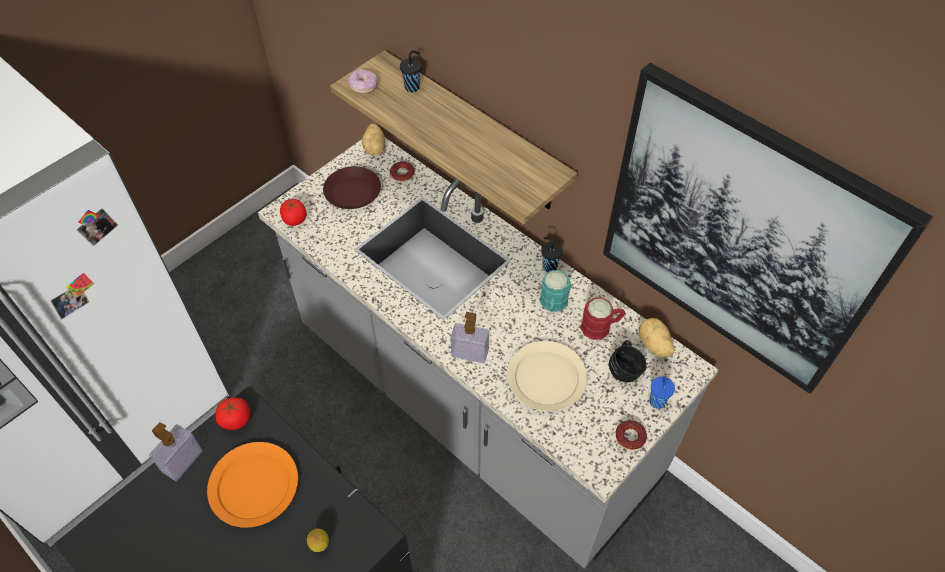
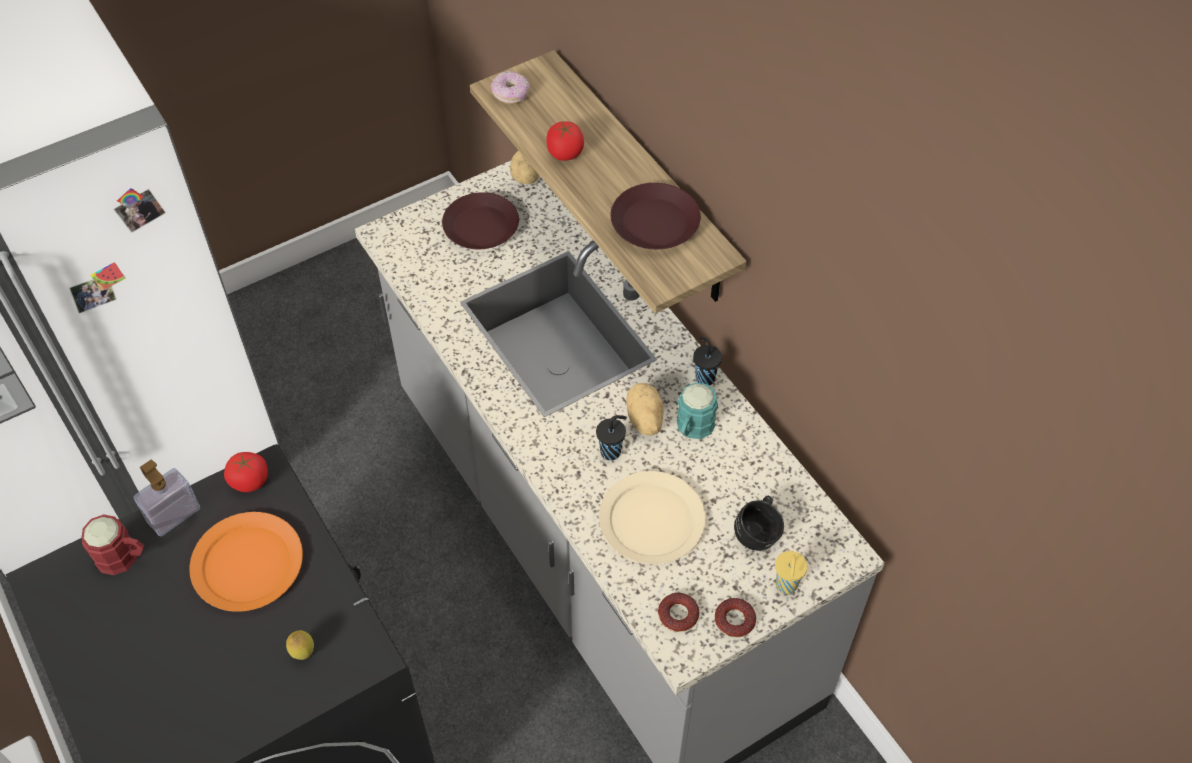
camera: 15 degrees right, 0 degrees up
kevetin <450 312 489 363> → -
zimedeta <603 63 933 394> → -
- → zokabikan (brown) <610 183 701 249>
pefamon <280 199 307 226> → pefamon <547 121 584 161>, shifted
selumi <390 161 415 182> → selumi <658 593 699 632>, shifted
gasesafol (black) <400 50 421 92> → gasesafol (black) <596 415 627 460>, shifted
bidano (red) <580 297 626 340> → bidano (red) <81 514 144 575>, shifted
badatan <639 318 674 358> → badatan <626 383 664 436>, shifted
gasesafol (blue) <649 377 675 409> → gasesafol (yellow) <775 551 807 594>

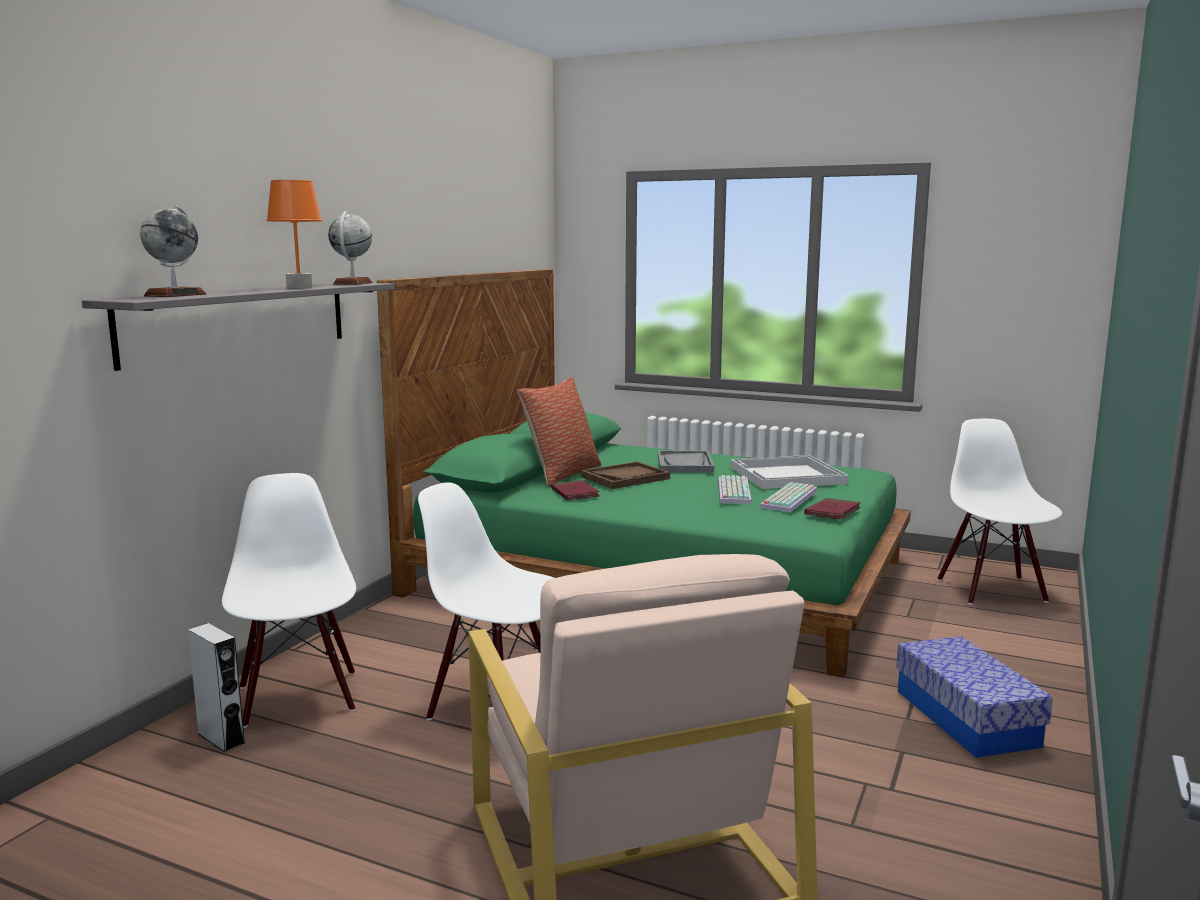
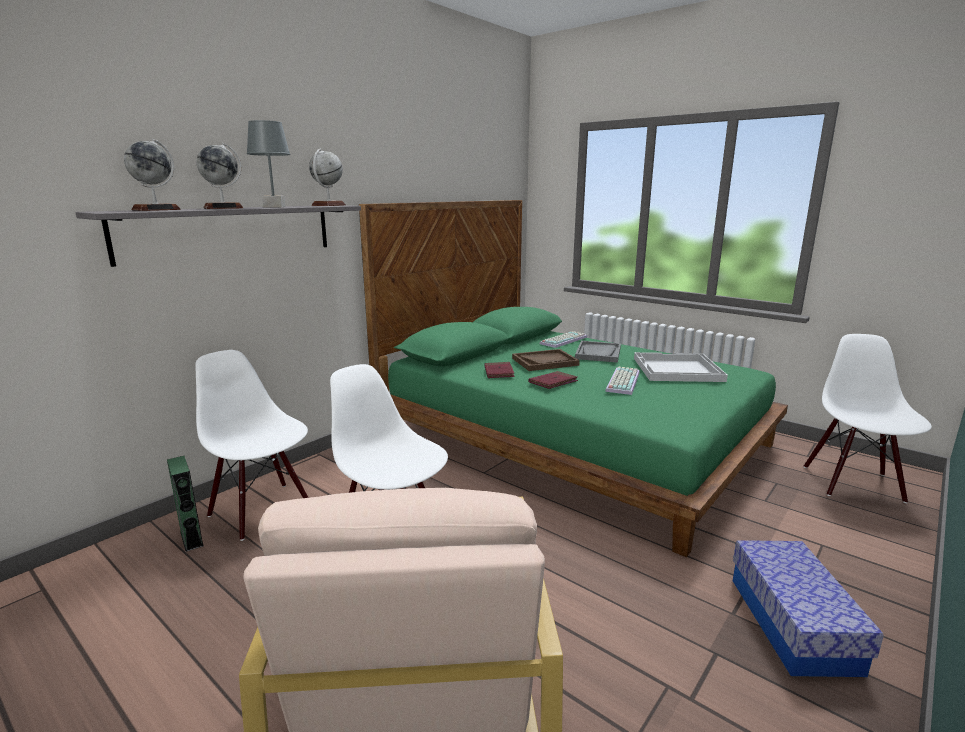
camera: 15 degrees right, 5 degrees up
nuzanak <517 377 601 487> → -
- → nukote <196 143 244 209>
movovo <759 482 818 512> → movovo <540 331 587 348>, shifted
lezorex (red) <804 498 861 519> → lezorex (red) <529 371 578 389>, shifted
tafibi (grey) <188 623 245 753> → tafibi (green) <167 456 204 552>
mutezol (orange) <266 180 323 289> → mutezol (grey) <246 120 291 207>
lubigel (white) <222 473 356 728> → lubigel (white) <195 350 309 541>, 45 degrees counterclockwise

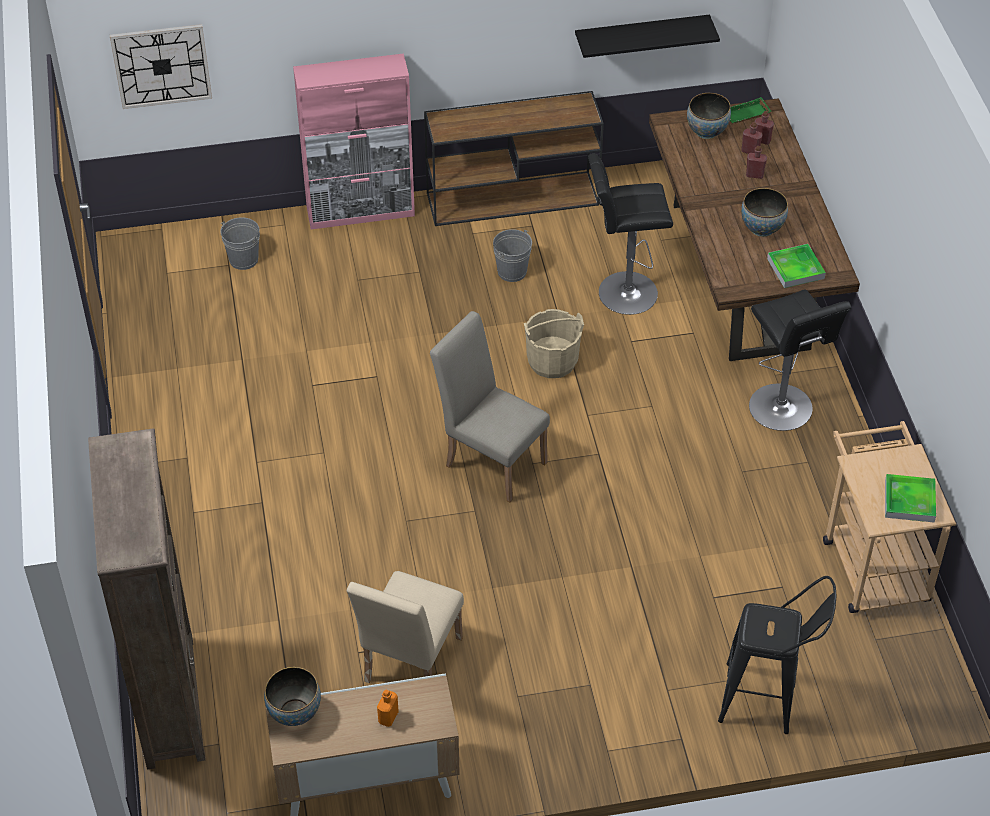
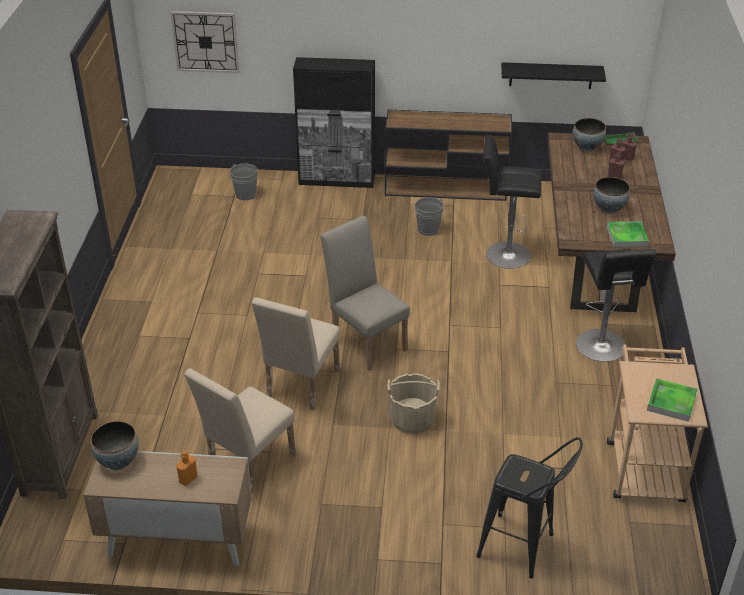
camera: 15 degrees right, 10 degrees down
- → lubigel (beige) <251 297 340 410>
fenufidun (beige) <524 309 584 378> → fenufidun (beige) <387 373 440 434>, shifted
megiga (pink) <293 54 415 229> → megiga (black) <293 57 375 188>

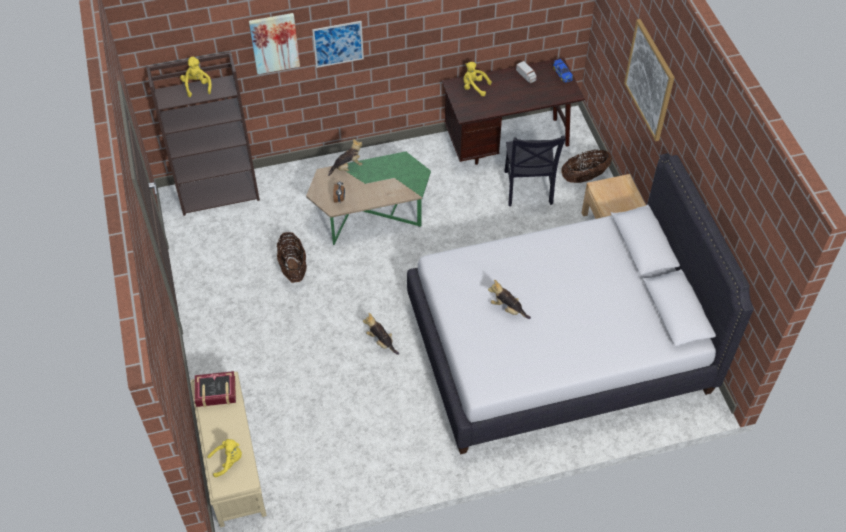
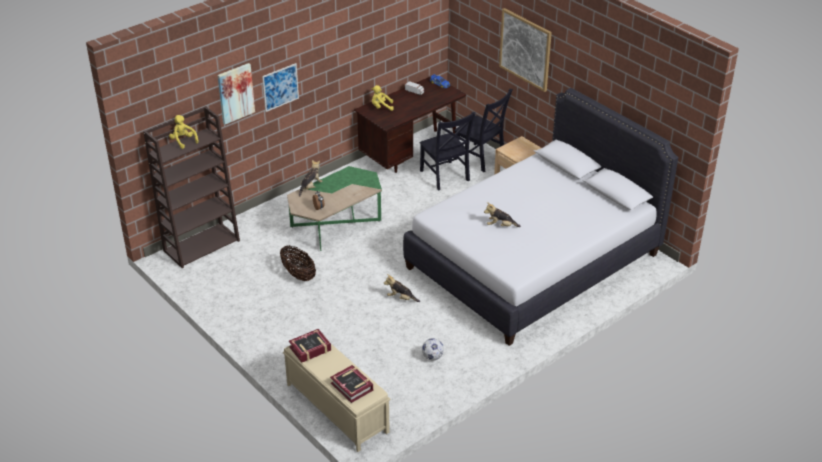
camera: 25 degrees left, 15 degrees down
- → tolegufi <422 338 444 361>
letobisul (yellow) <207 439 242 478> → lezorex <330 365 373 403>
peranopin <561 149 612 183> → lubigel (black) <454 89 513 172>

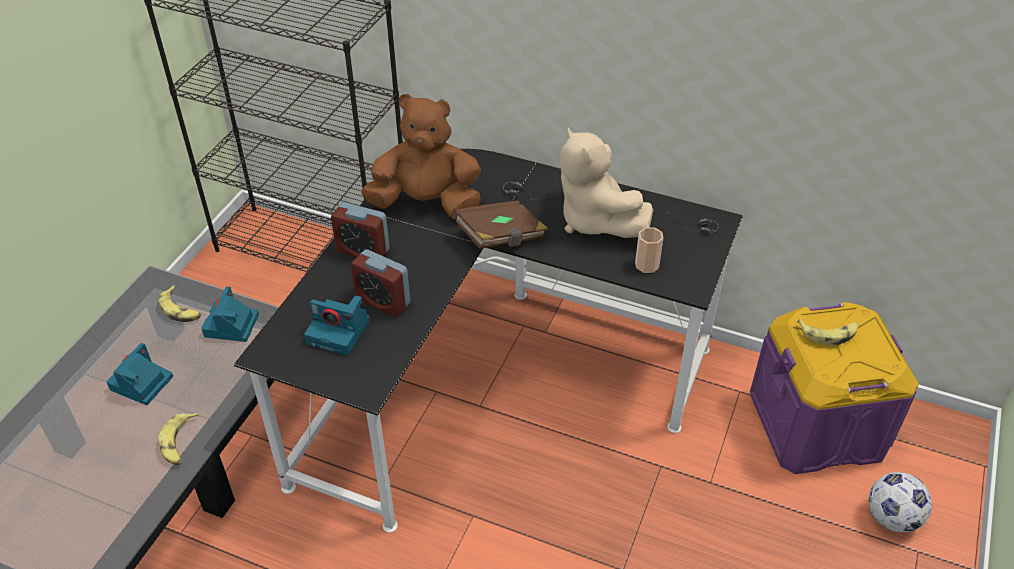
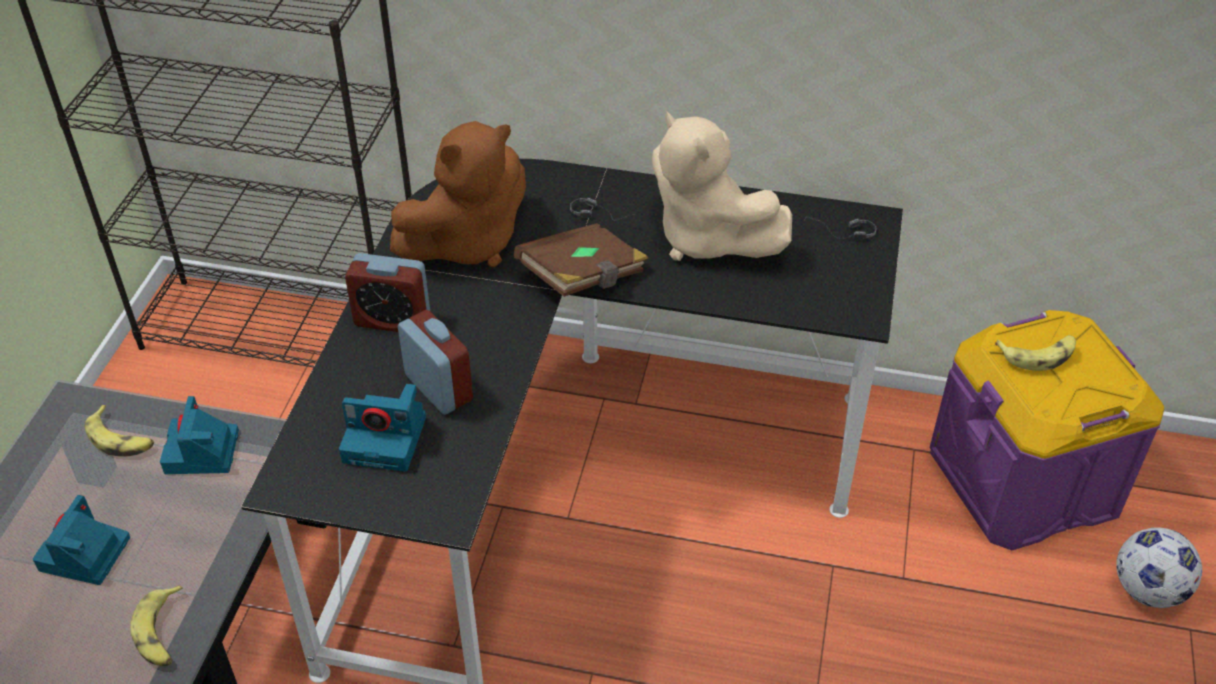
camera: 10 degrees left, 0 degrees up
gasesafol <635 227 663 273> → -
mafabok <351 249 410 317> → mafabok <398 310 473 415>, 150 degrees counterclockwise
letobisul (brown) <361 94 481 218> → letobisul (brown) <390 121 526 267>, 150 degrees clockwise

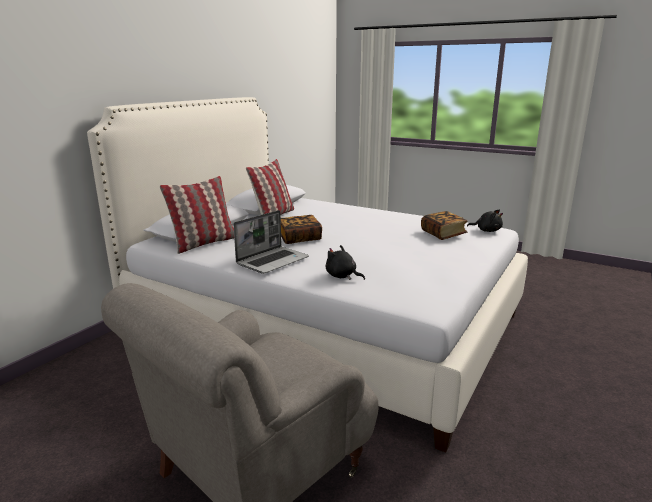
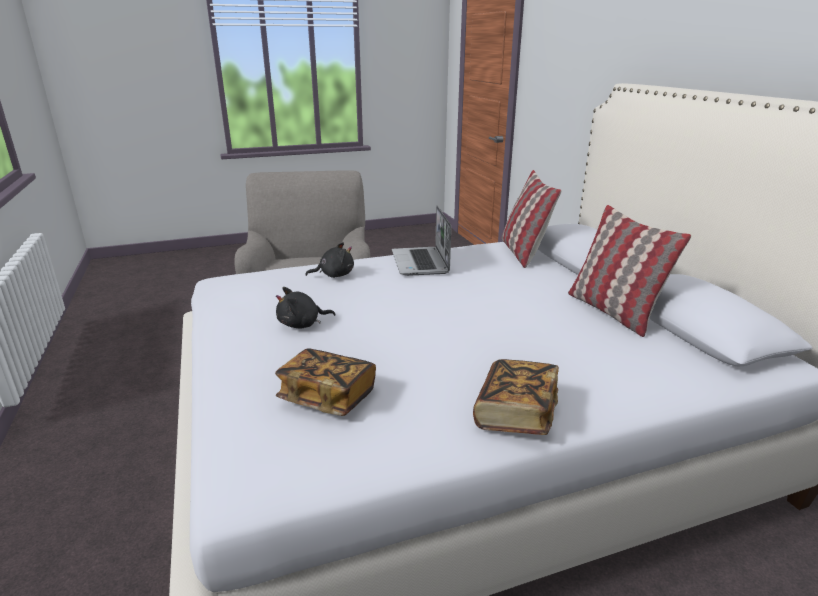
camera: 130 degrees right, 5 degrees up
lezorex <281 215 322 244> → lezorex <473 359 559 435>, shifted
letobisul (black) <467 210 503 232> → letobisul (black) <276 287 336 328>, shifted

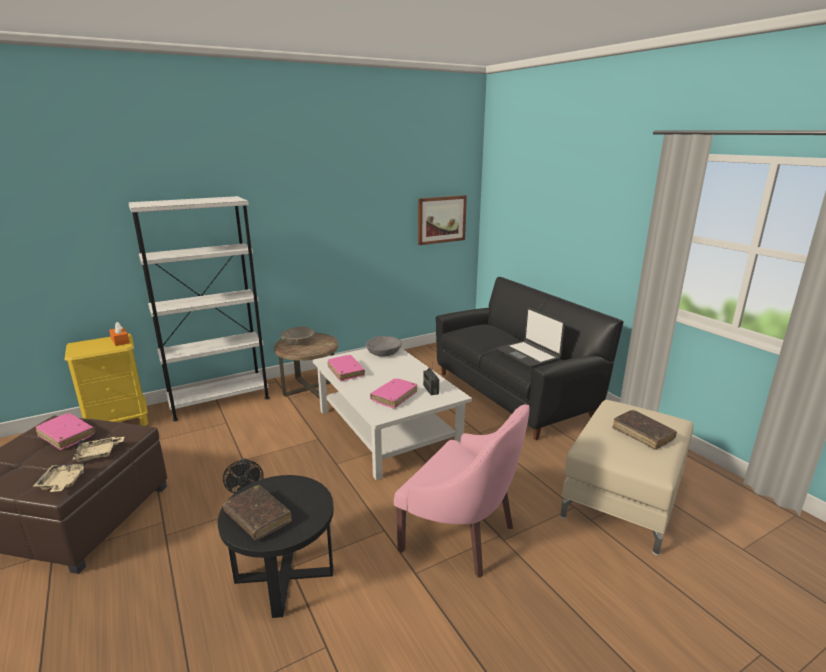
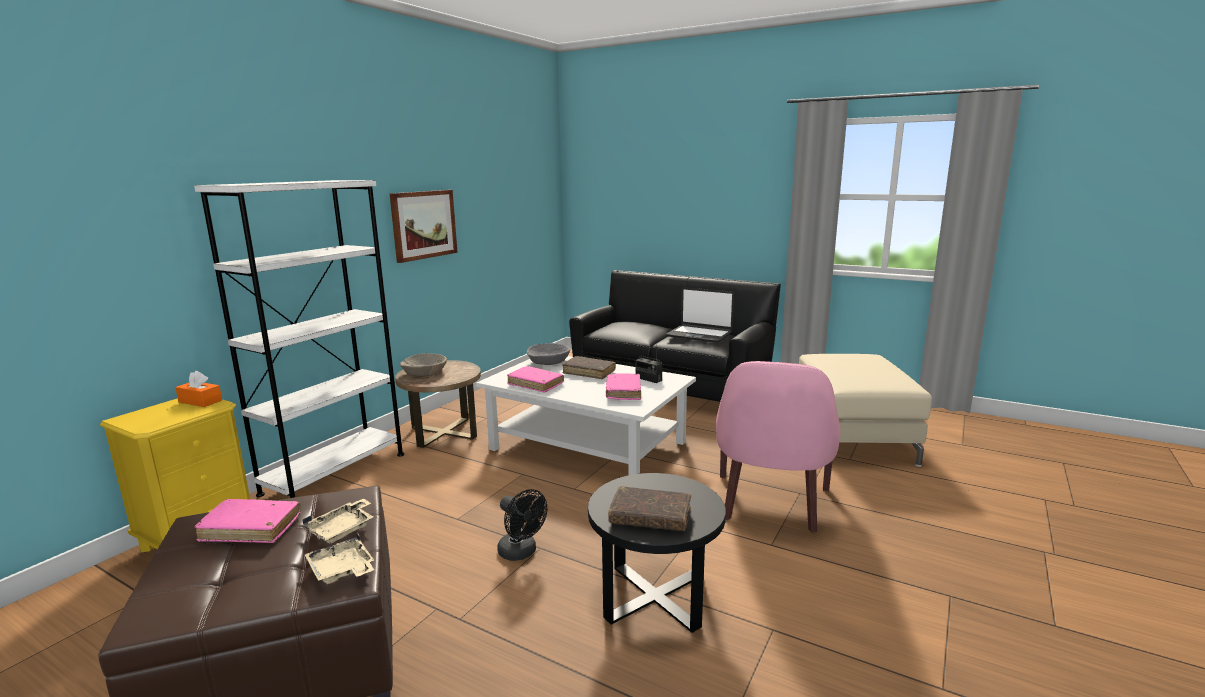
camera: 30 degrees left, 5 degrees down
zimedeta <418 195 467 245> → zimedeta <390 190 458 263>, shifted
lezorex (brown) <612 410 677 450> → lezorex (brown) <562 356 616 379>, shifted
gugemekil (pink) <394 404 530 578> → gugemekil (pink) <716 361 840 533>, 105 degrees clockwise

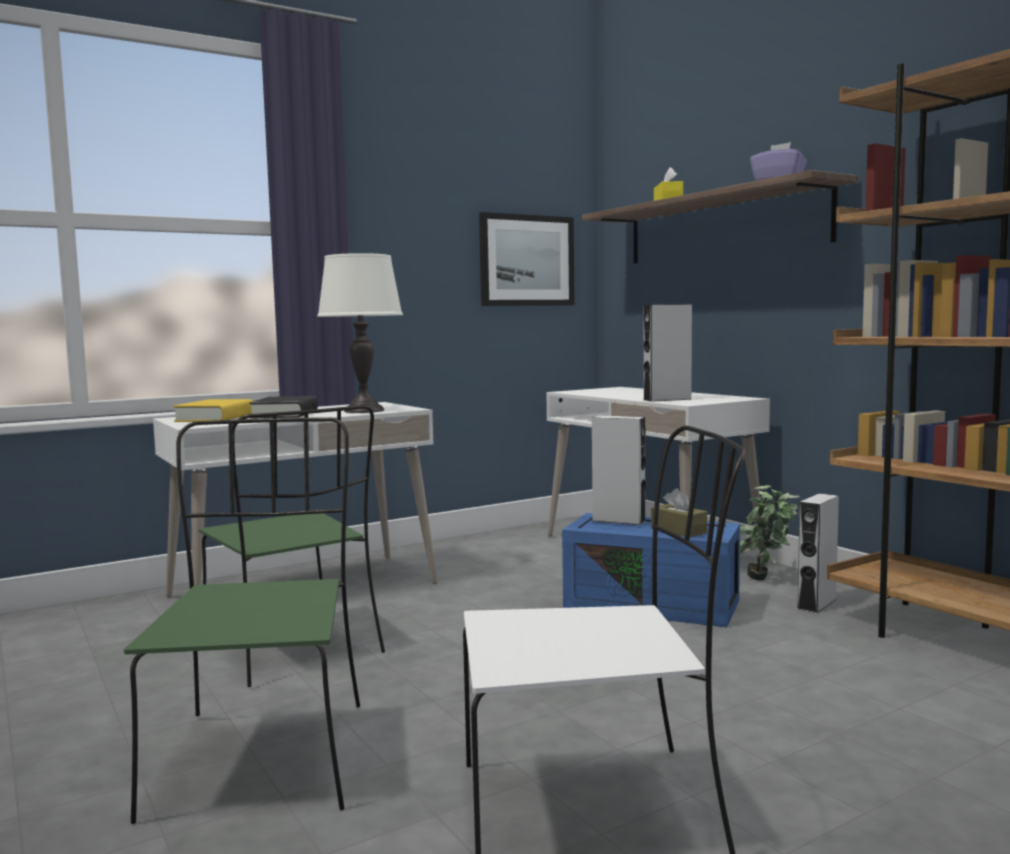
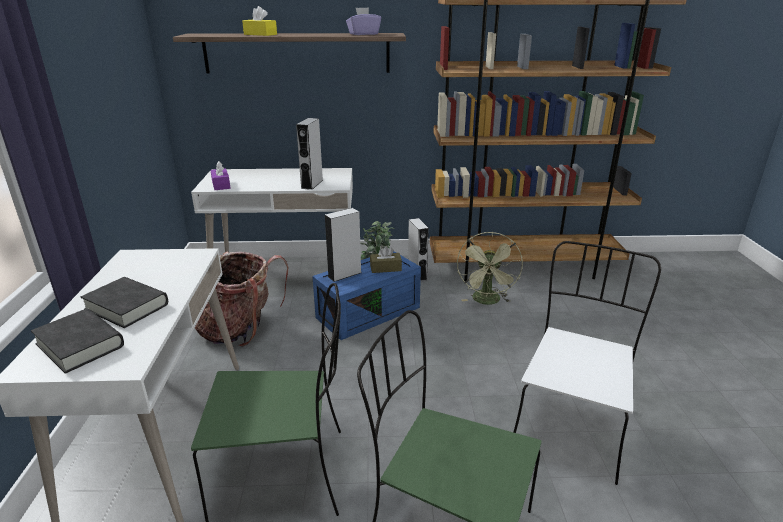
camera: 60 degrees left, 20 degrees up
mutezol (white) <317 253 403 413> → -
zimedeta <479 212 575 306> → -
- → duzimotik <195 251 288 347>
- → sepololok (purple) <210 161 230 190>
- → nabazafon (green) <457 232 523 305>
lezorex (yellow) <173 399 253 422> → lezorex (black) <31 309 124 374>

